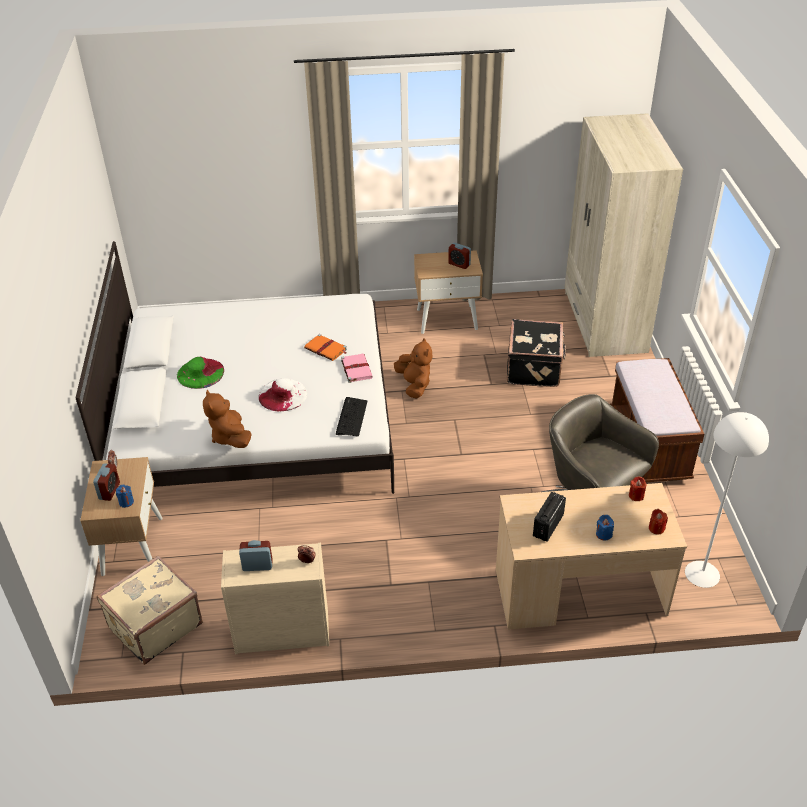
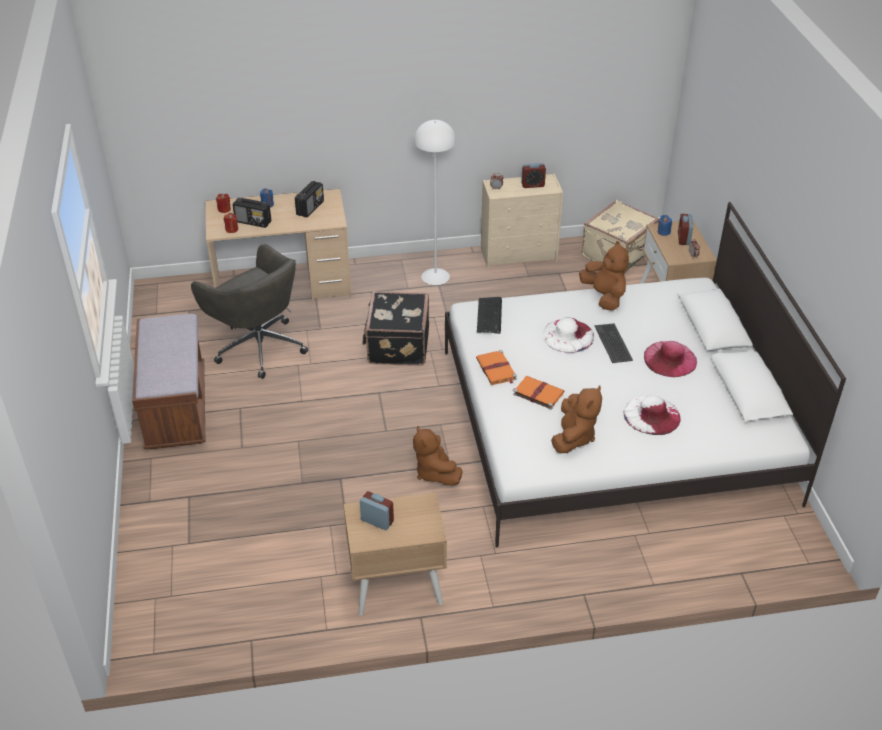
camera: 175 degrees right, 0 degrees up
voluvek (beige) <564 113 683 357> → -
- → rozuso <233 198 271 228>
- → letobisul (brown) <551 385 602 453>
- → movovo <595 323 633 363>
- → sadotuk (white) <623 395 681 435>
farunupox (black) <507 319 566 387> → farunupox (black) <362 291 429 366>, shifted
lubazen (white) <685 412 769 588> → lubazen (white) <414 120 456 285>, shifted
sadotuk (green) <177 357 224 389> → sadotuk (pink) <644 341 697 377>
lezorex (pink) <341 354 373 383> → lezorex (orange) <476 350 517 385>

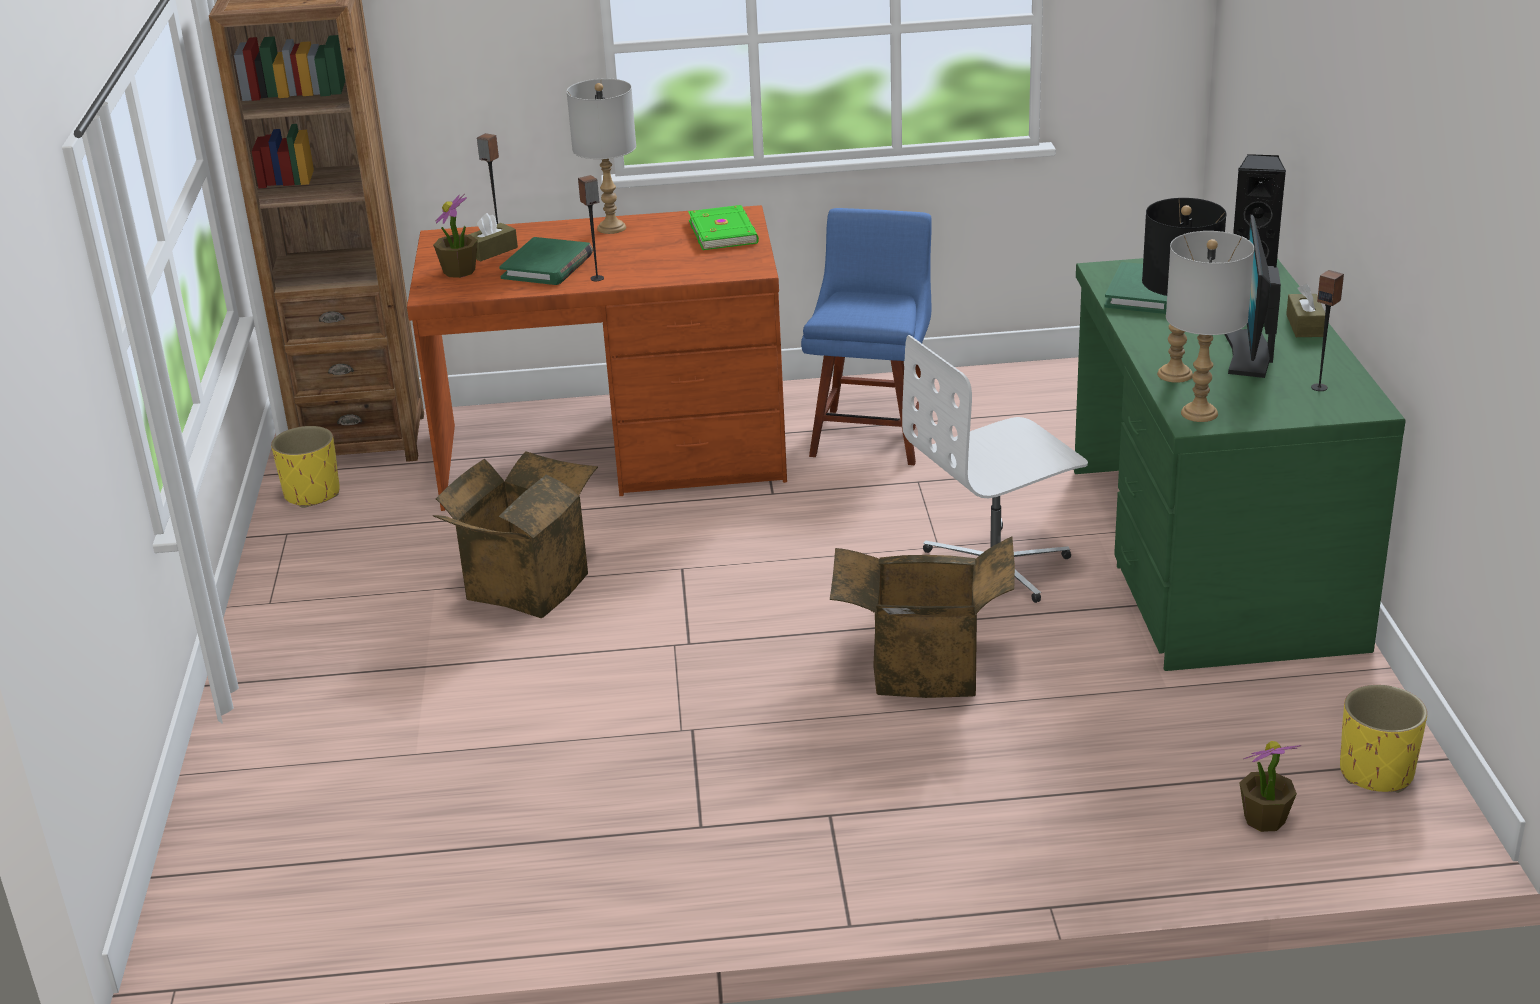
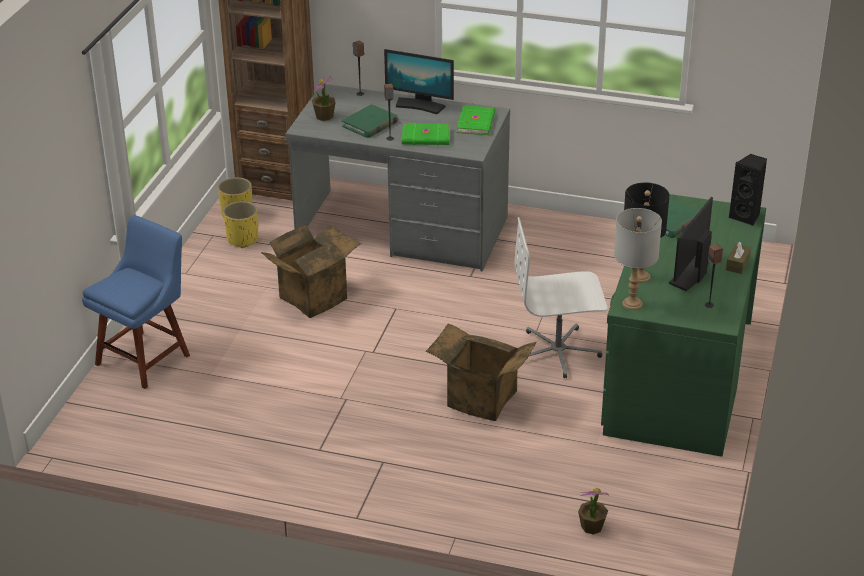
camera: 20 degrees right, 5 degrees up
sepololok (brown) <468 213 518 262> → -
- → lezorex (green) <402 123 450 145>
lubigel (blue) <801 208 931 465> → lubigel (blue) <82 215 190 389>, shifted
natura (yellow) <1340 685 1427 793> → natura (yellow) <223 201 258 248>, shifted
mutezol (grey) <566 78 636 234> → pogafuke <384 49 454 114>
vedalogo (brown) <407 205 787 511> → vedalogo (grey) <285 84 510 271>

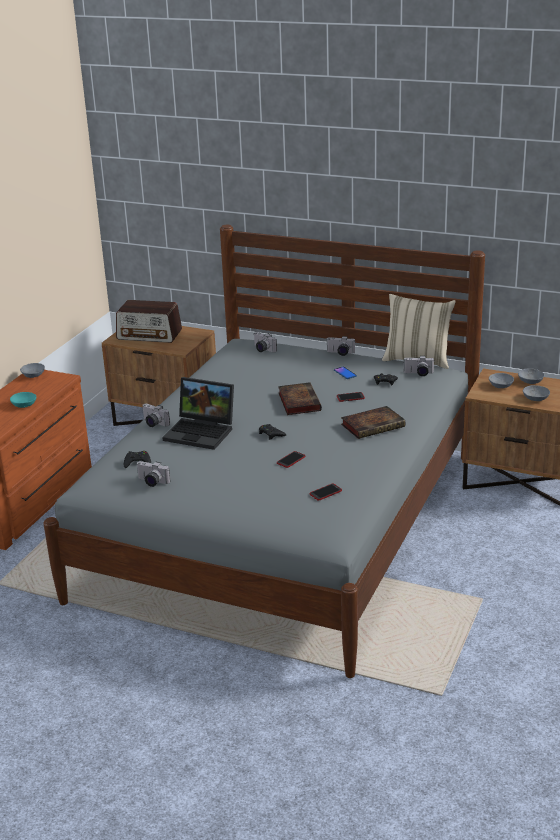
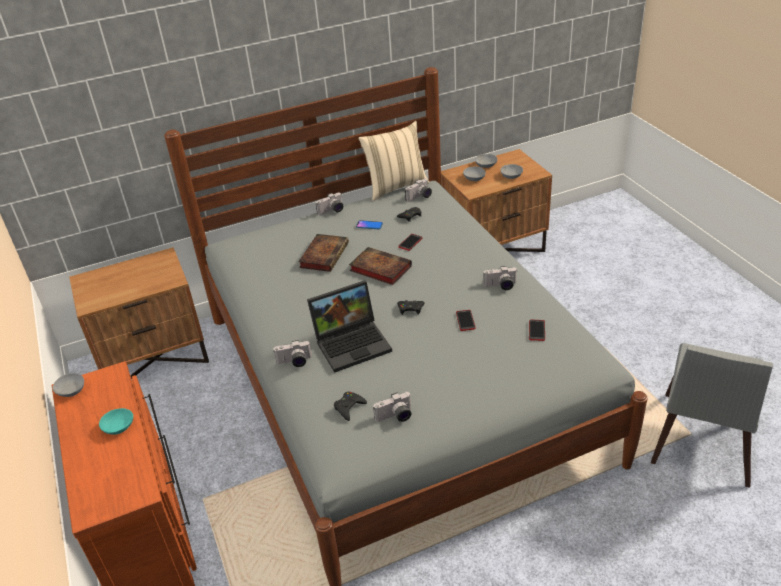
camera: 45 degrees left, 10 degrees up
rozuso <116 300 182 343> → -
- → lubigel (grey) <651 343 773 488>
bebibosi <254 332 277 352> → bebibosi <483 266 517 290>, shifted
lezorex <341 406 405 439> → lezorex <298 234 349 272>, shifted

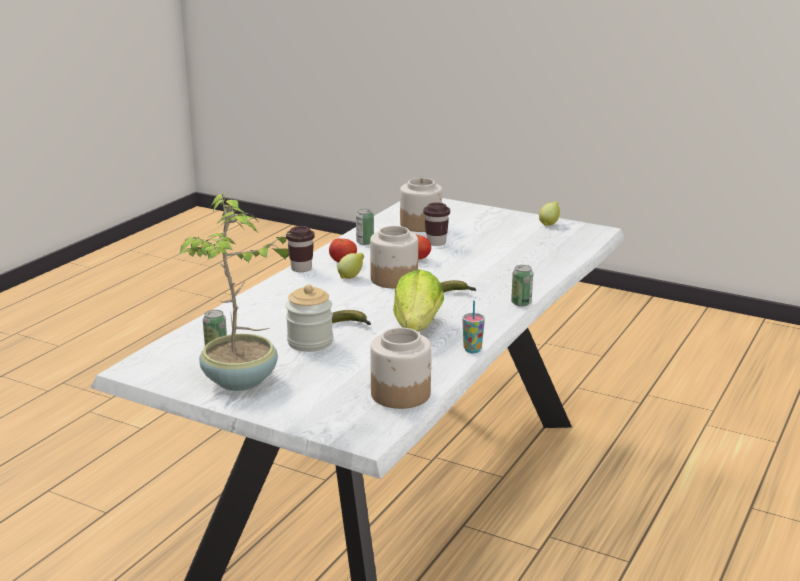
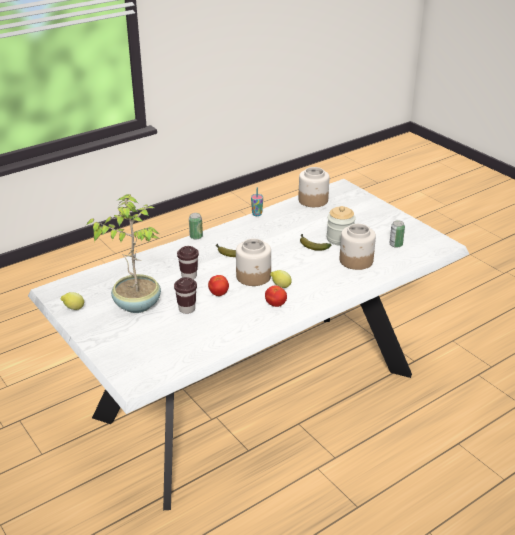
camera: 155 degrees left, 10 degrees up
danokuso <356 209 374 245> → -
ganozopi <393 269 444 332> → -
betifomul <178 194 297 391> → betifomul <86 194 161 313>, shifted
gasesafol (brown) <286 226 315 272> → gasesafol (brown) <177 246 199 279>, shifted
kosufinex <400 178 442 232> → kosufinex <340 224 376 270>, shifted

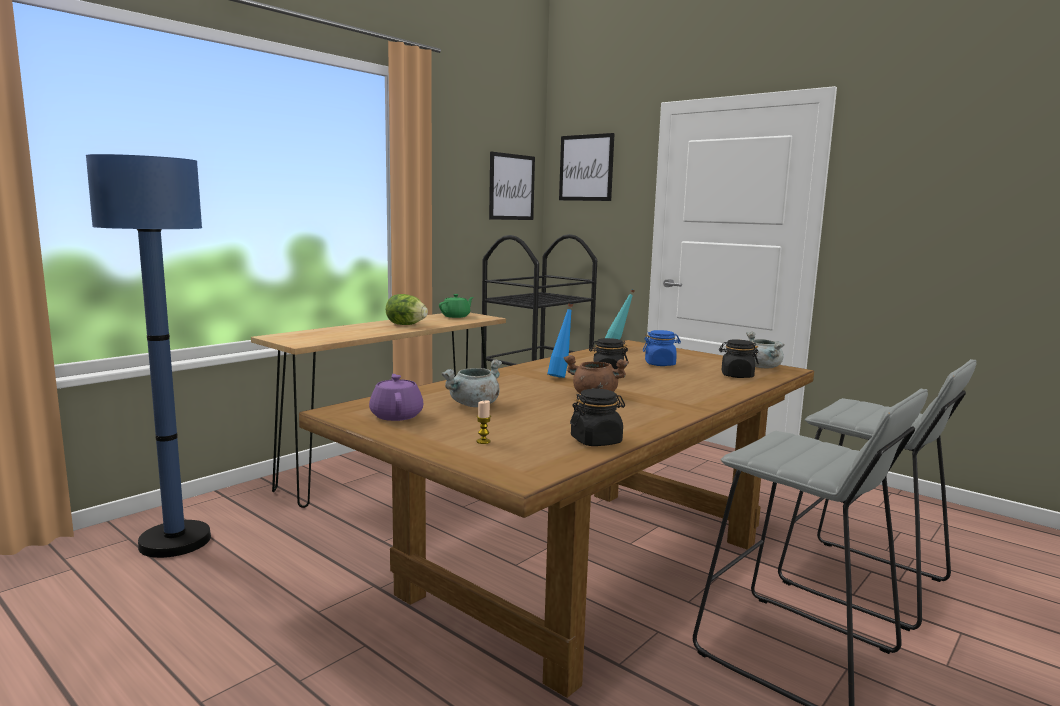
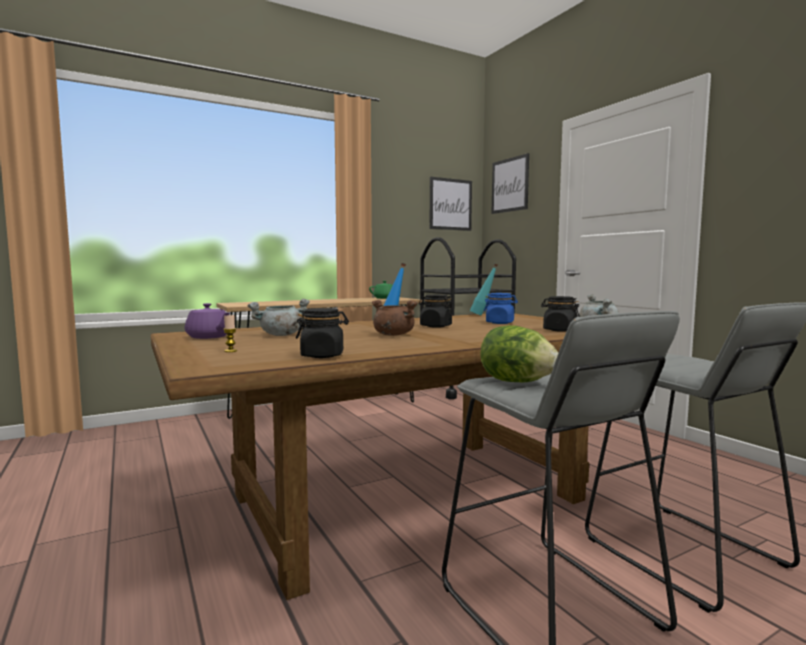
camera: 20 degrees right, 5 degrees down
lubazen (blue) <86 154 211 558> → -
ganozopi <386 294 428 325> → ganozopi <480 325 558 382>, shifted
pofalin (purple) <369 374 423 421> → pofalin (purple) <185 303 230 339>, 120 degrees clockwise

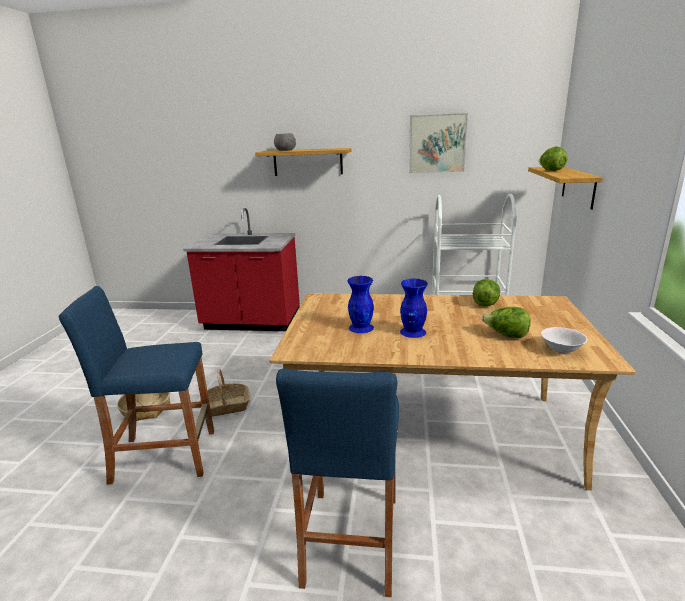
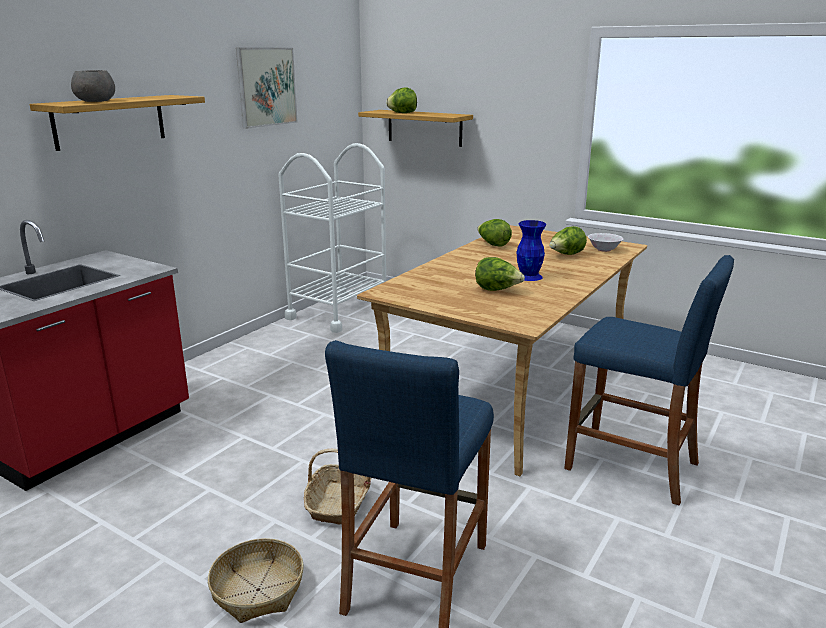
camera: 65 degrees left, 0 degrees up
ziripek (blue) <347 276 374 333> → ganozopi <475 257 525 291>

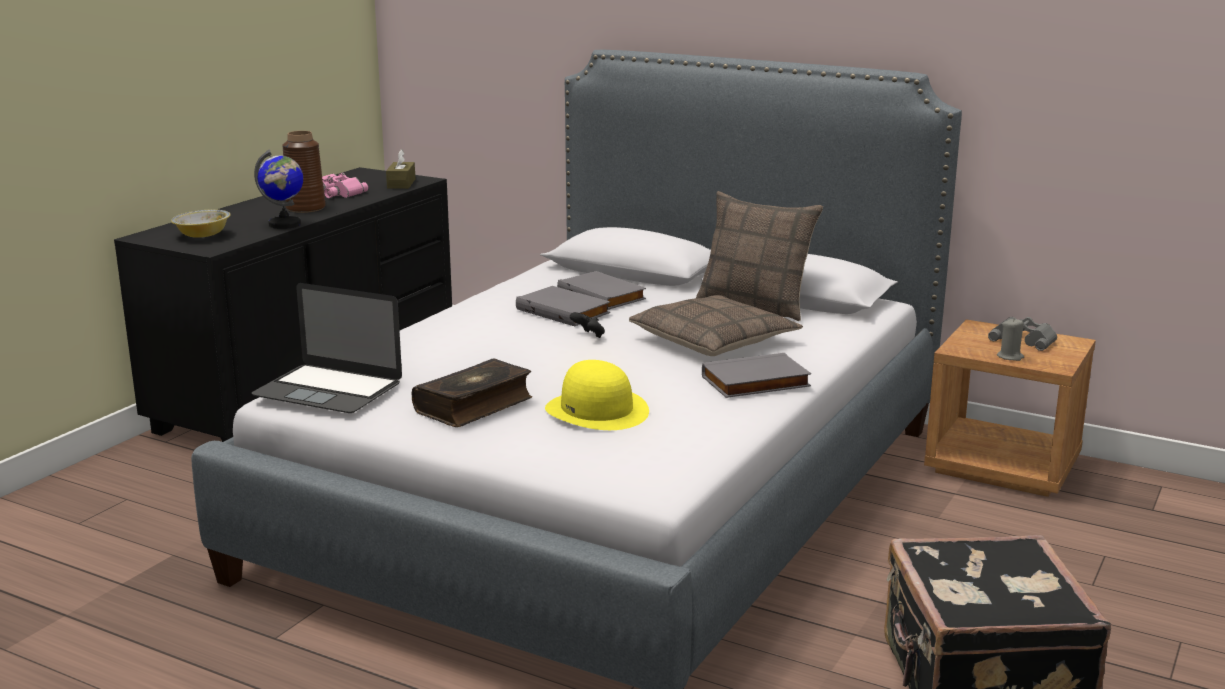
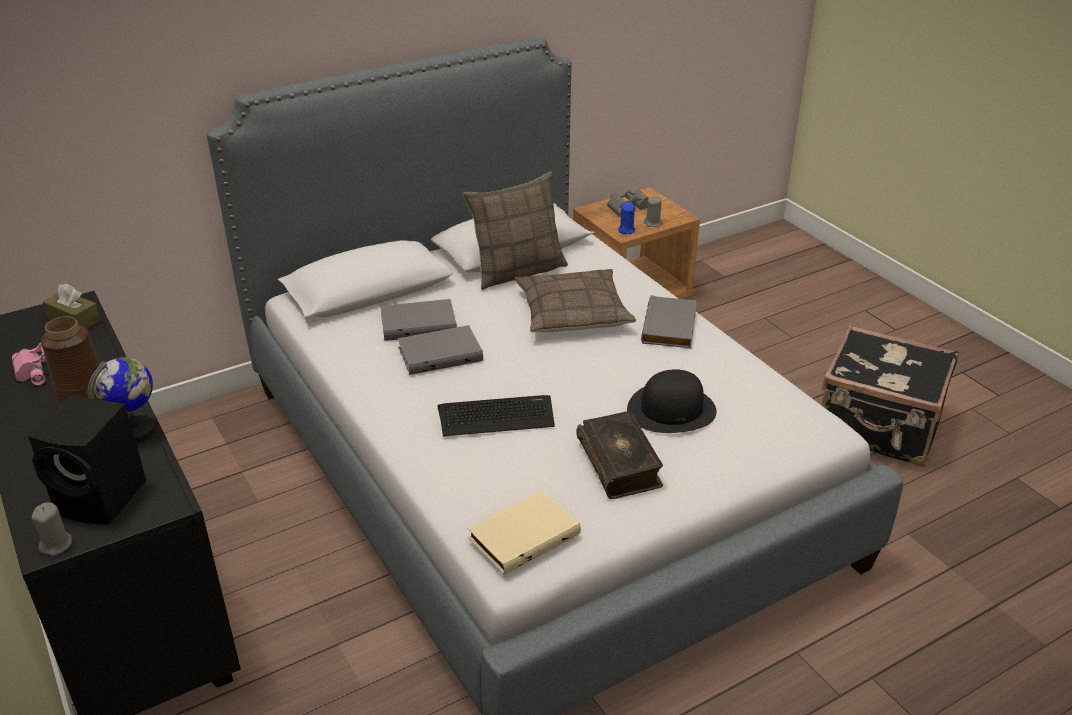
camera: 60 degrees left, 15 degrees up
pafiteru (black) <570 312 605 338> → -
- → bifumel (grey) <31 502 72 556>
- → movovo <438 395 555 436>
- → bifumel (blue) <618 202 635 234>
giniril <171 209 230 238> → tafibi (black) <28 395 146 525>
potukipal <252 283 402 413> → lezorex (beige) <468 490 581 575>
sadotuk (yellow) <545 360 649 430> → sadotuk (black) <627 369 717 433>

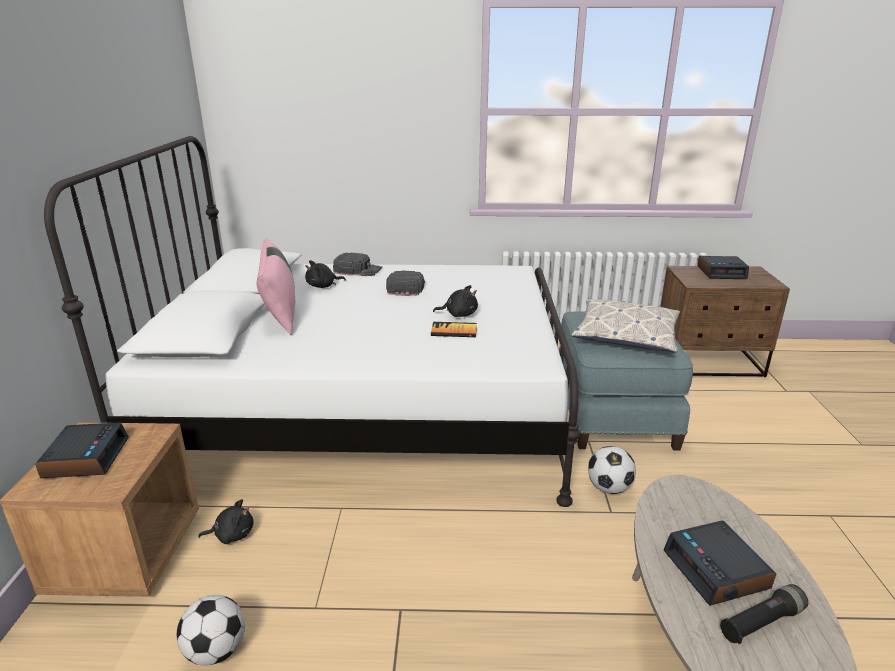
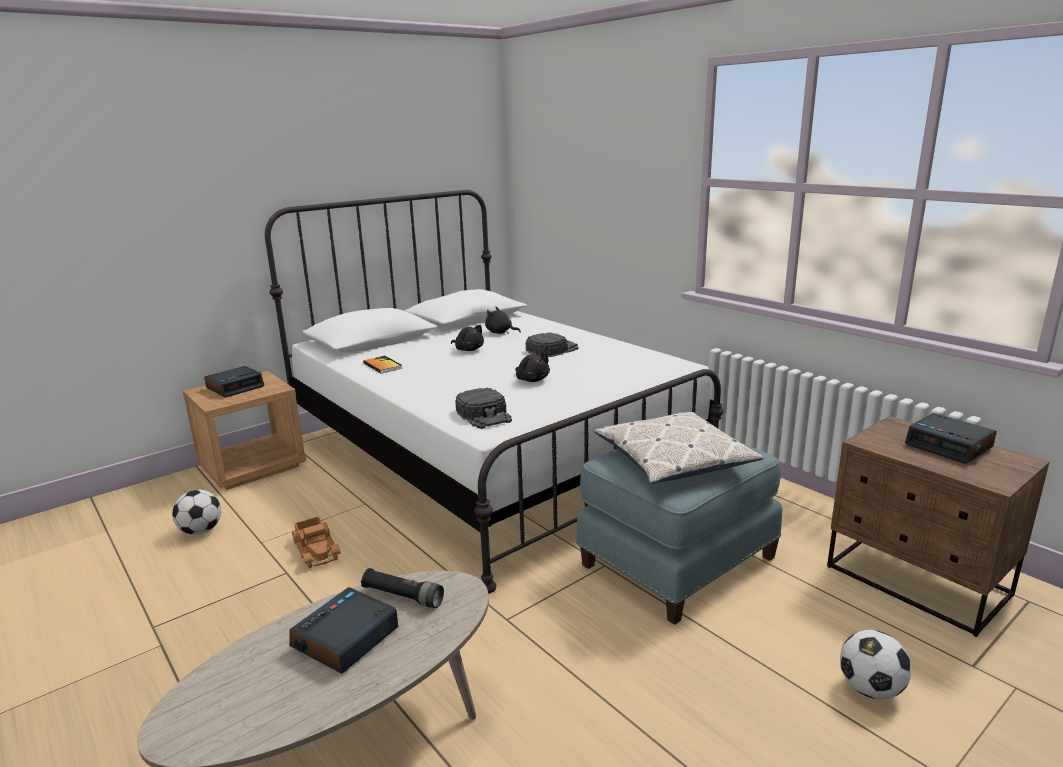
camera: 50 degrees right, 5 degrees down
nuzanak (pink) <256 239 295 334> → -
- → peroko <292 516 341 568>
letobisul (black) <198 499 254 544> → letobisul (black) <451 325 484 351>, shifted
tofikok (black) <333 253 382 276> → tofikok (black) <455 388 512 429>, shifted
lezorex <431 322 477 337> → lezorex <363 355 403 374>, shifted
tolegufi <588 446 636 494> → tolegufi <840 630 911 699>, shifted
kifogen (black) <720 584 808 644> → kifogen (black) <361 568 444 608>, shifted

